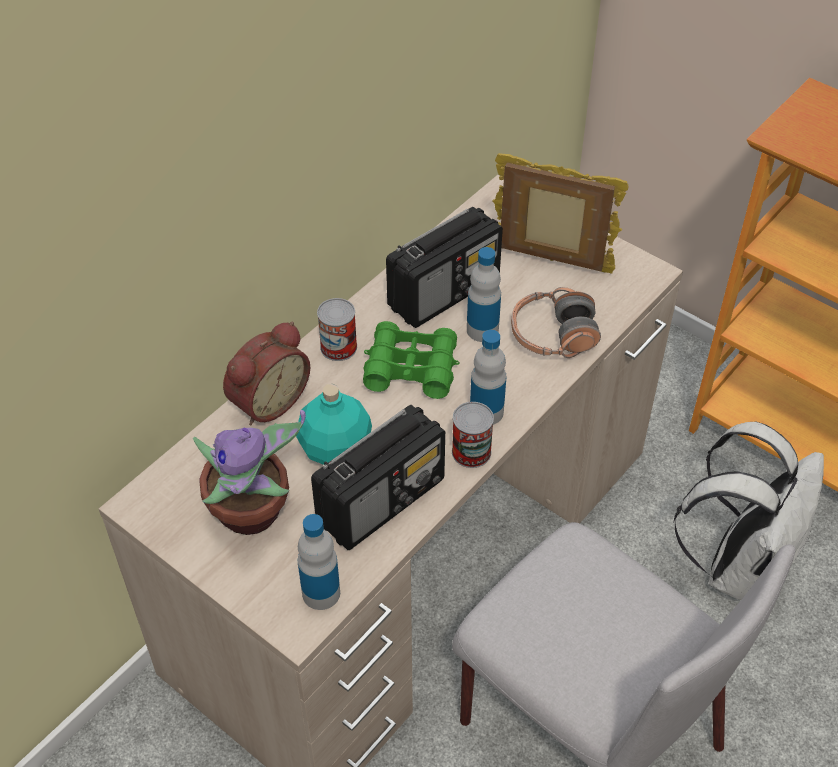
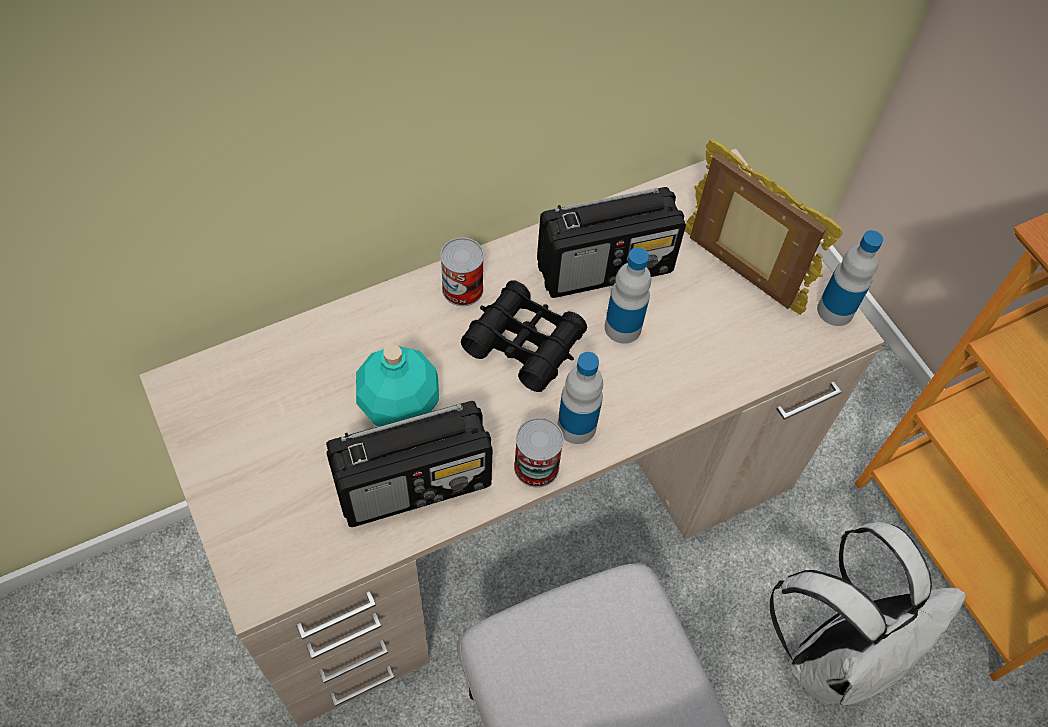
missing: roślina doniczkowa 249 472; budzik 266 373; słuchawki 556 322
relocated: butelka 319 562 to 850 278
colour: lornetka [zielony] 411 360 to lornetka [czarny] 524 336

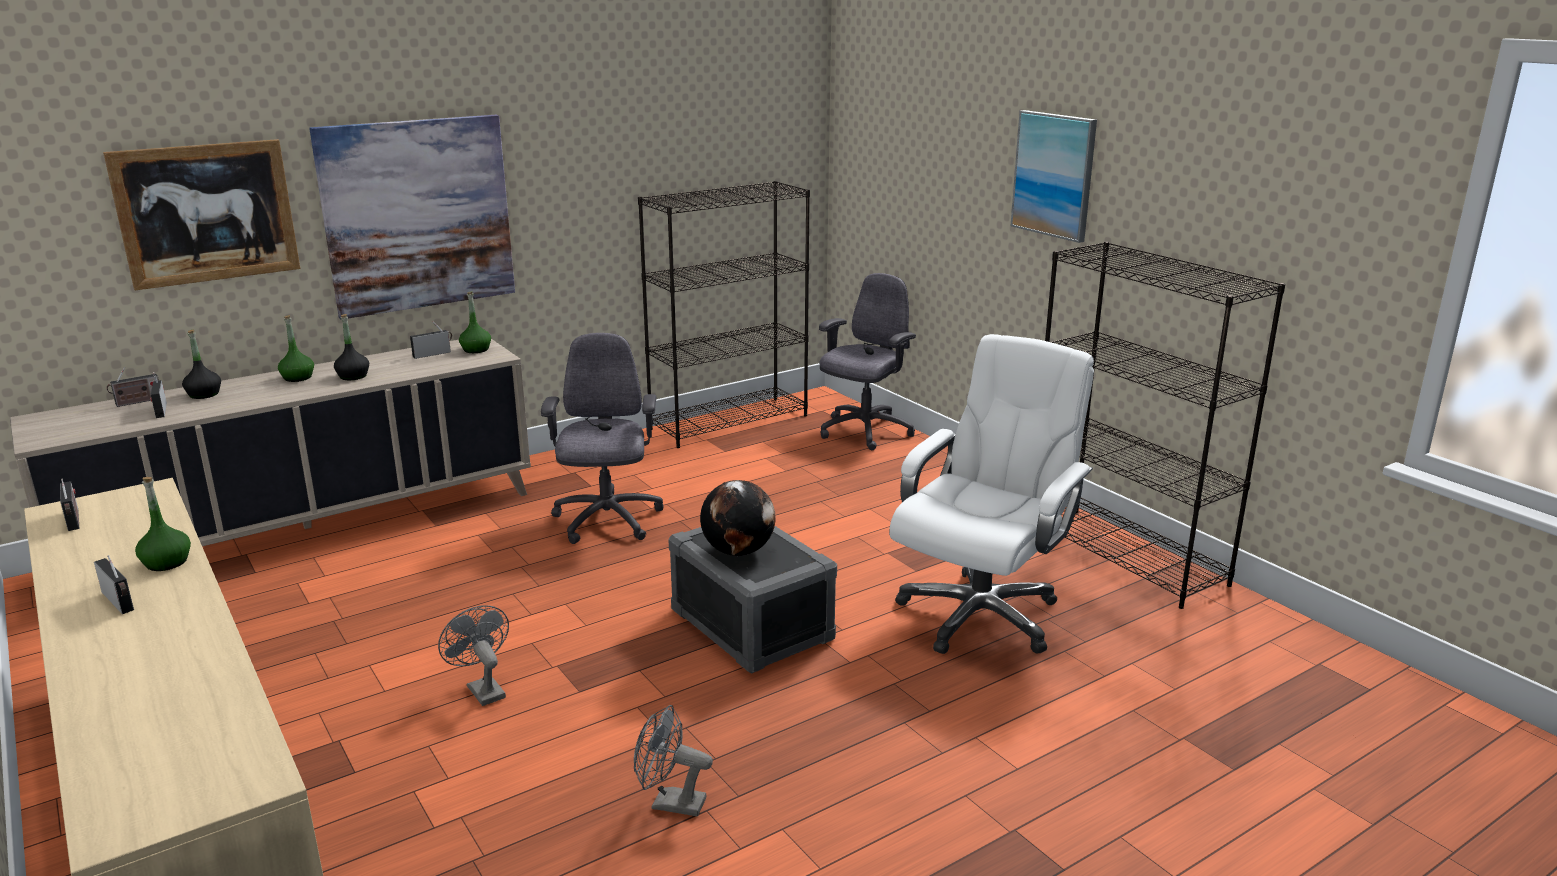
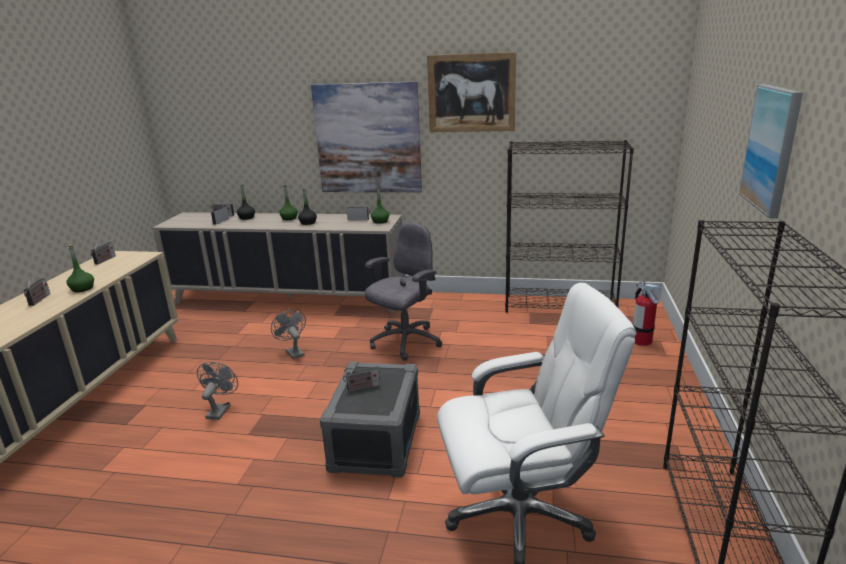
relocated: wentylator [szary] 673 761 to 288 334; obraz 201 214 to 471 92
exchanged: globus 737 518 to radio 361 377; krzesło biurowe [szary] 867 361 to gaśnica 646 313

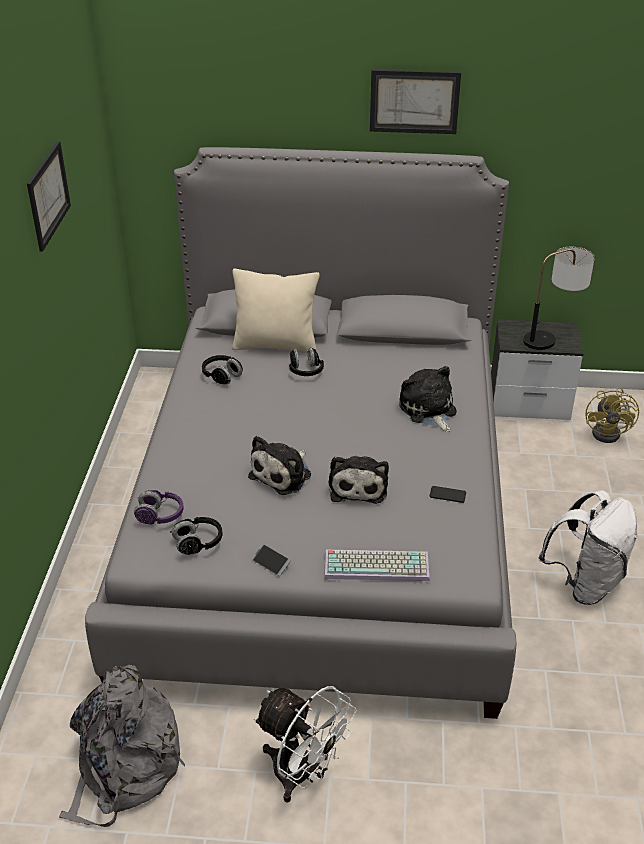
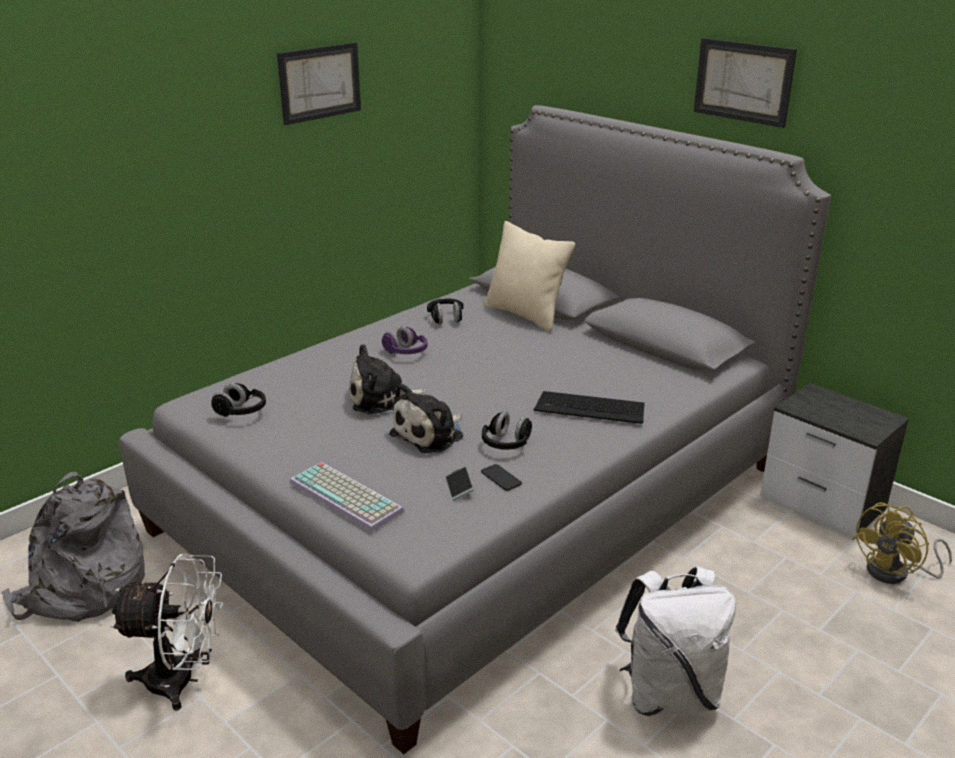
missing: lampa stołowa 559 298
relocated: słuchawki [fioletowy] 159 507 to 404 340; telefon 271 560 to 459 483; słuchawki [czarny] 306 361 to 507 430
exchanged: pluszak 428 399 to klawiatura 589 407
spun: wentylator [biały] 305 744 = 167 632 75 degrees counterclockwise

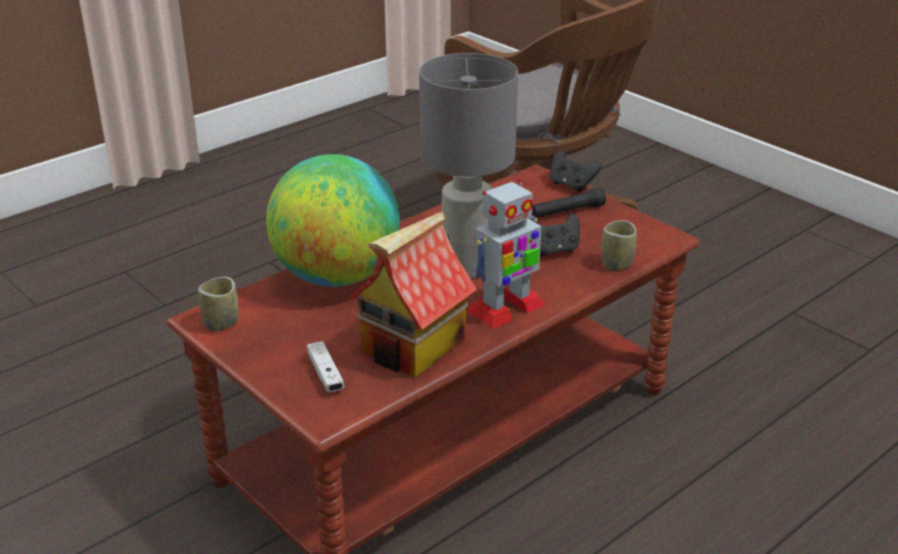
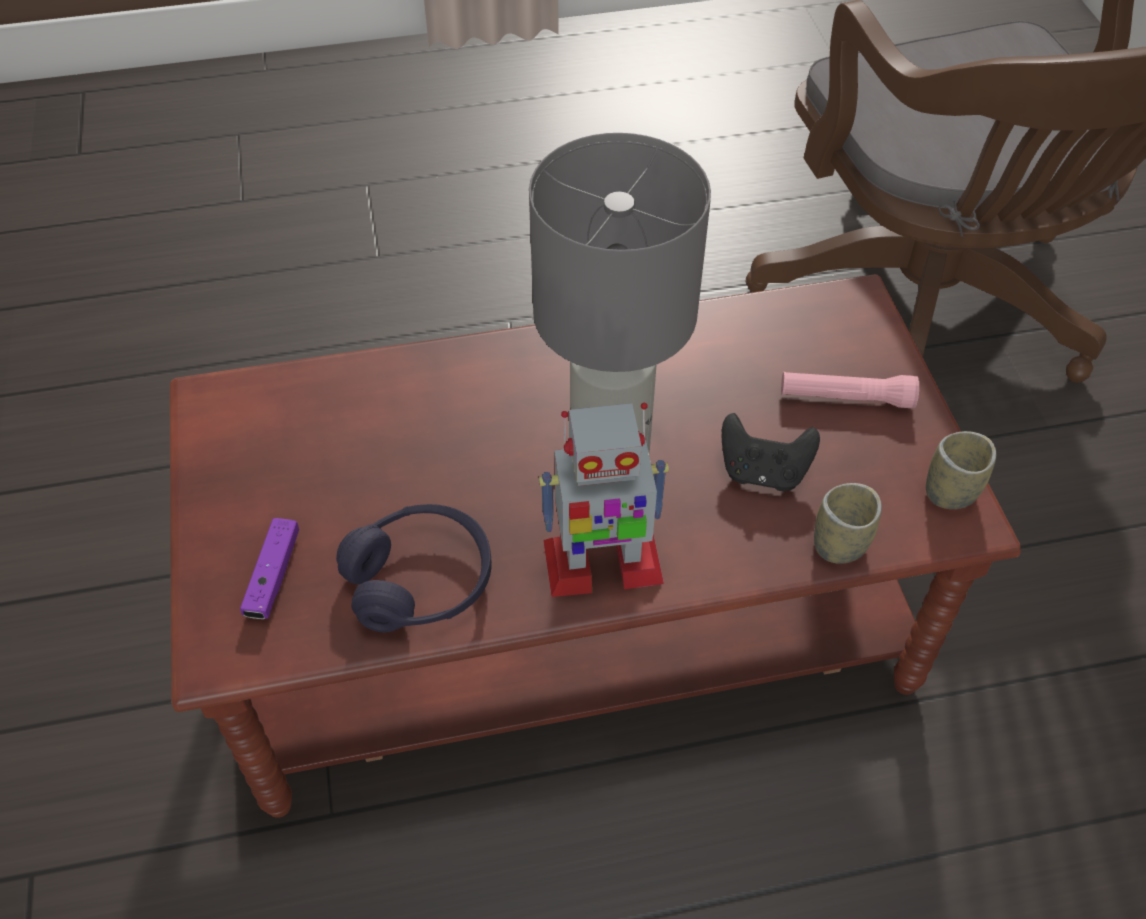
missing: globus 332 220; pad do gier [czarny] 576 171
relocated: filiżanka 218 304 to 961 470
exchanged: domek 413 294 to słuchawki [fioletowy] 414 568
colour: pad do gier [biały] 325 366 to pad do gier [fioletowy] 269 568; latarka [czarny] 569 202 to latarka [różowy] 850 390

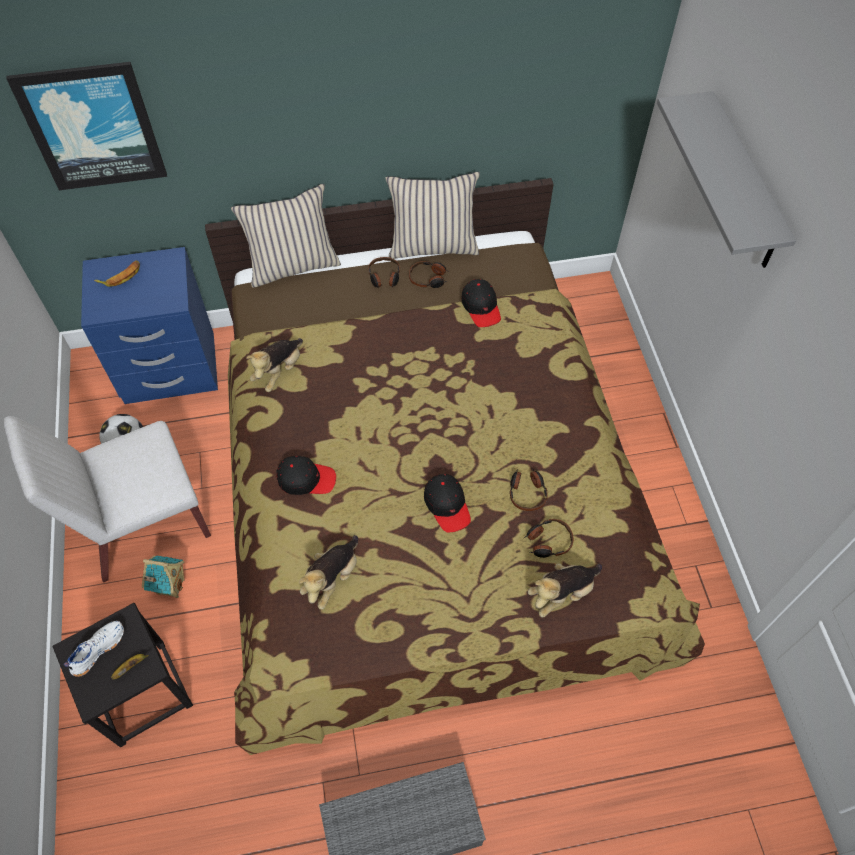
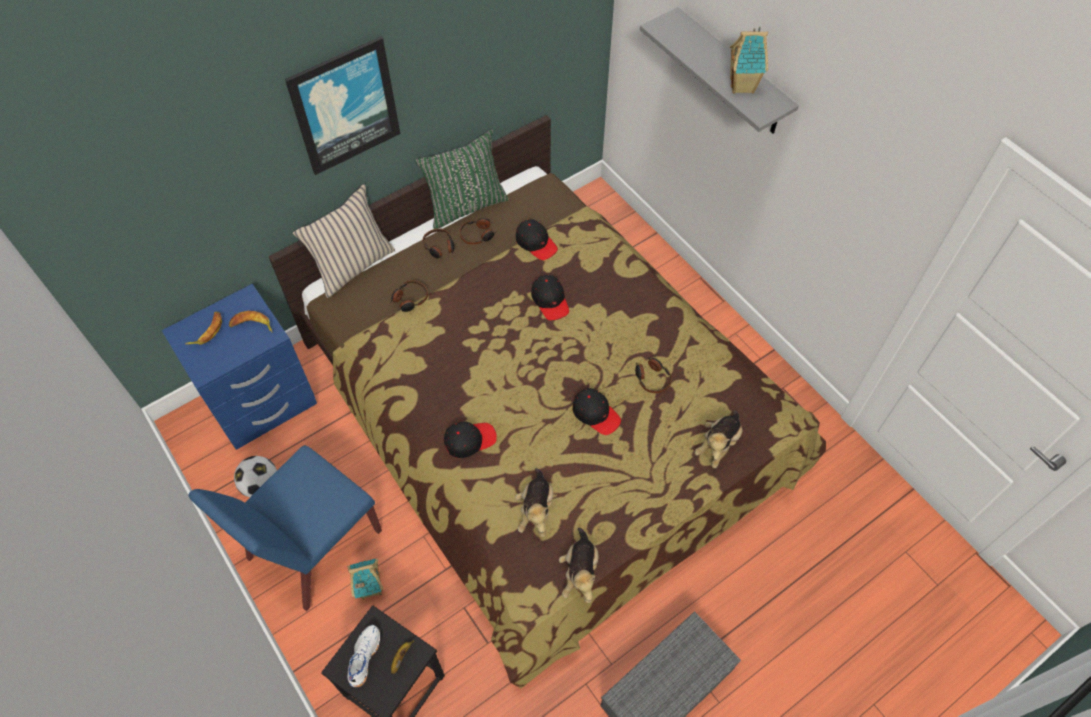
appeared: banan 250 321; czapka z daszkiem [czarny] 550 297; domek 749 60
relocated: obraz 86 126 to 342 105; słuchawki 549 538 to 409 296; pluszak 274 365 to 579 565
colour: krzesło [biały] 107 499 to krzesło [niebieski] 285 528; poduszka [beżowy] 432 215 to poduszka [zielony] 462 179

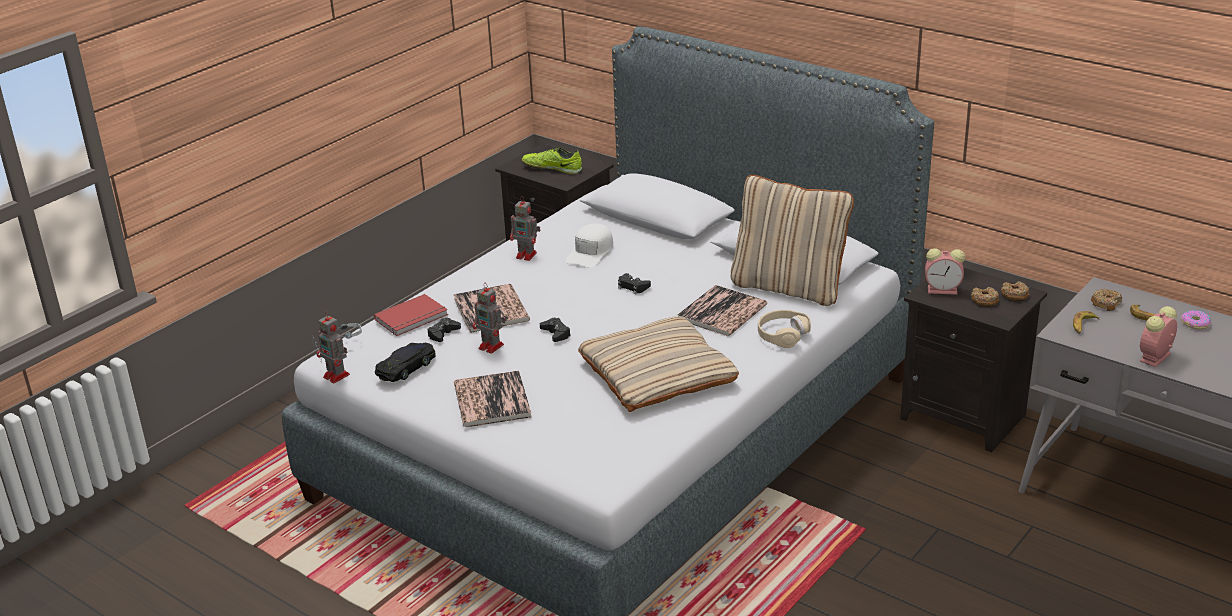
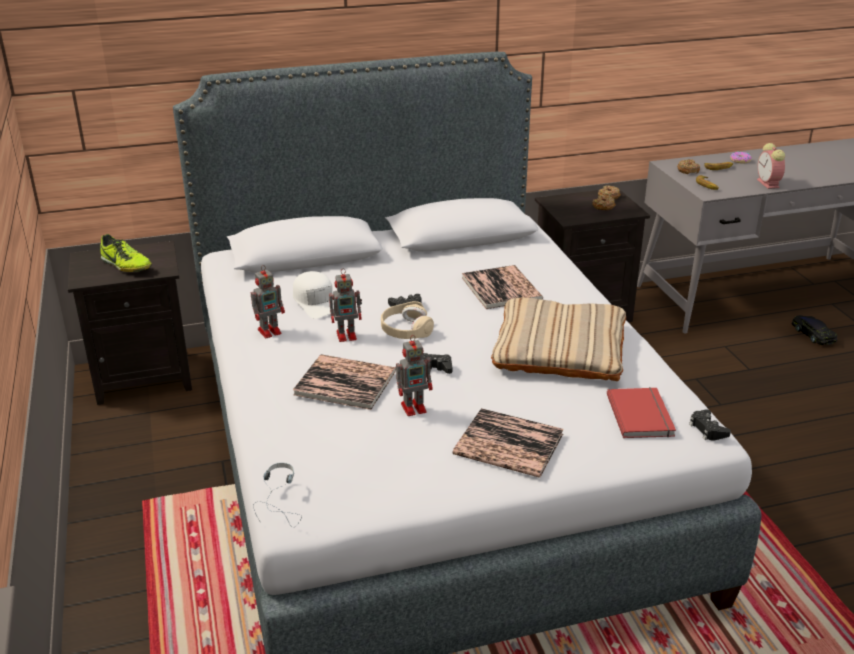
missing: poduszka [beżowy] 792 240; budzik 945 271
relocated: robot zabawkowy 333 347 to 345 305; słuchawki [beżowy] 784 329 to 407 320; książka [czerwony] 411 315 to 641 412; pad do gier [czarny] 444 330 to 710 425; samochodzik [czarny] 405 362 to 815 330
spun: but 552 160 = 126 253 105 degrees counterclockwise

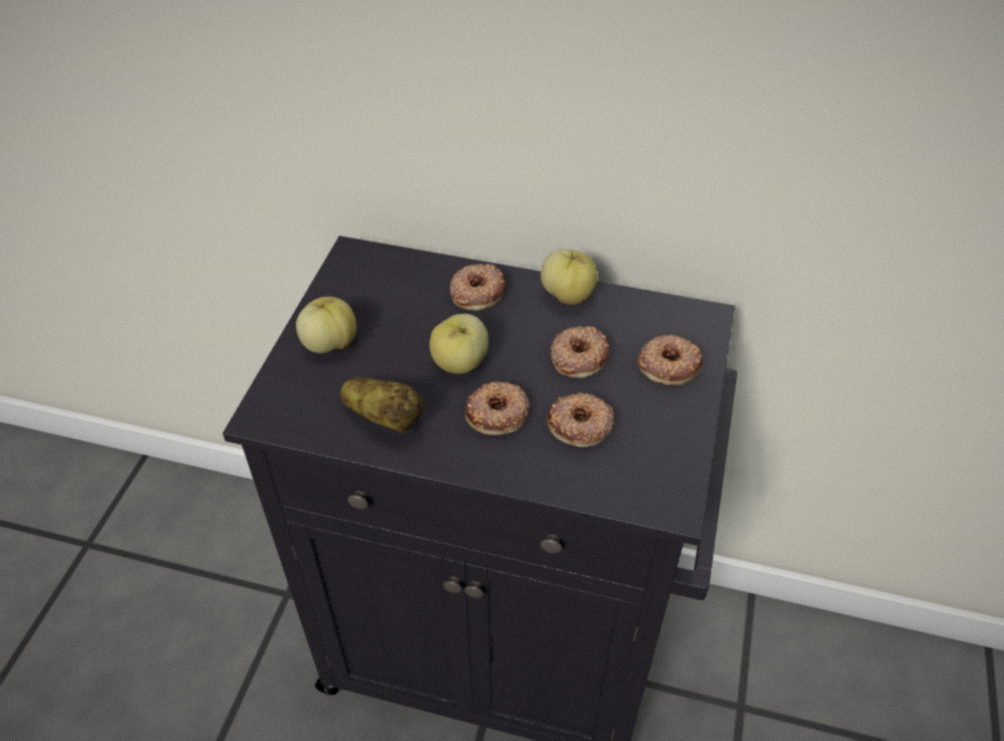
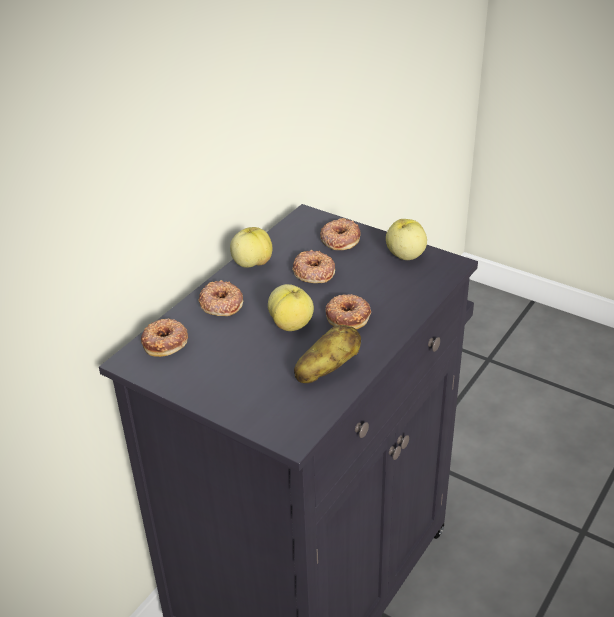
relocated: donut 581 420 to 164 337; jabłko 326 325 to 406 239

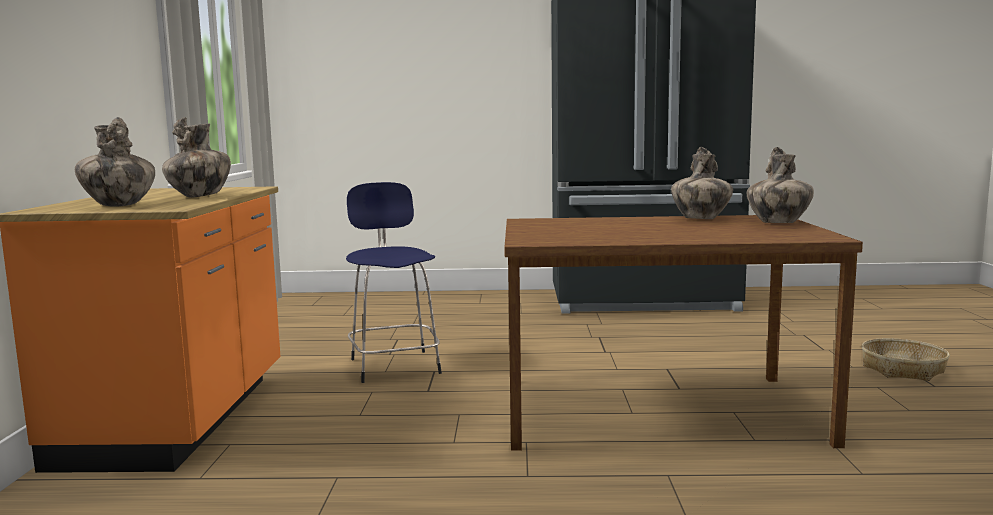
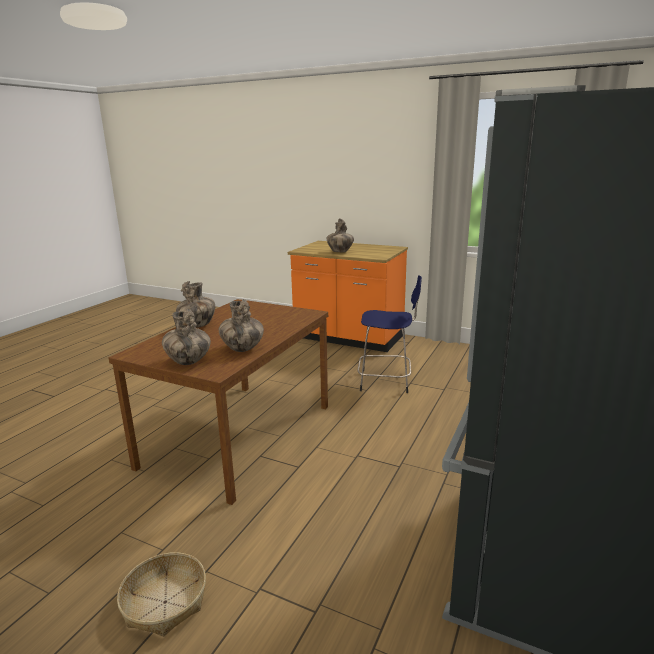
relocated: wazon 115 162 to 195 304

